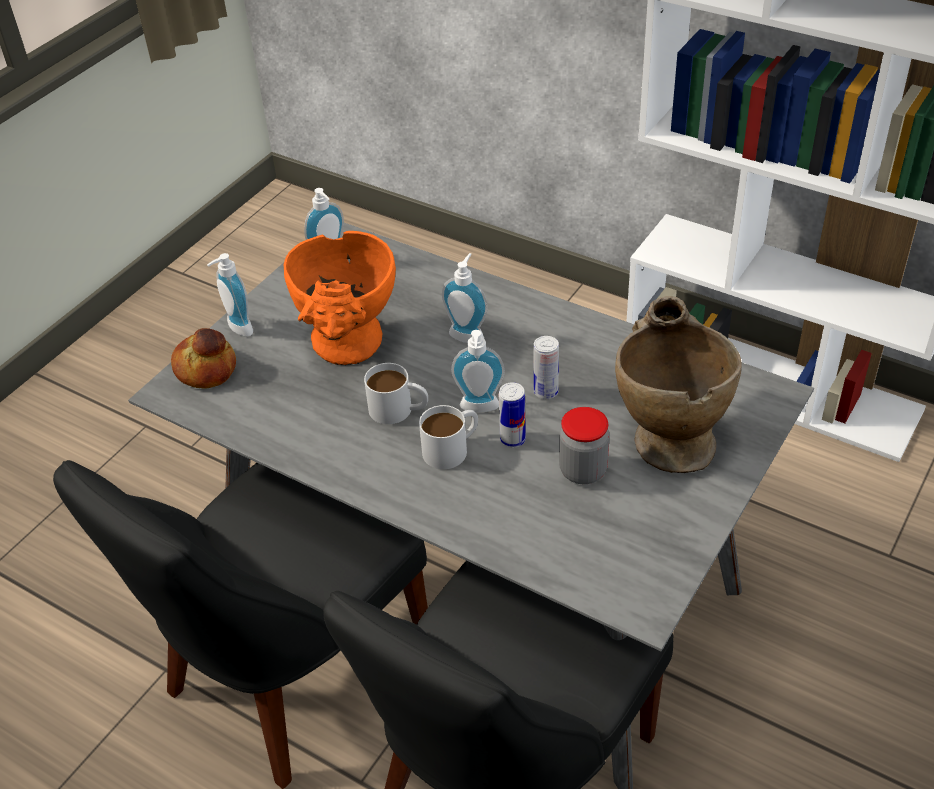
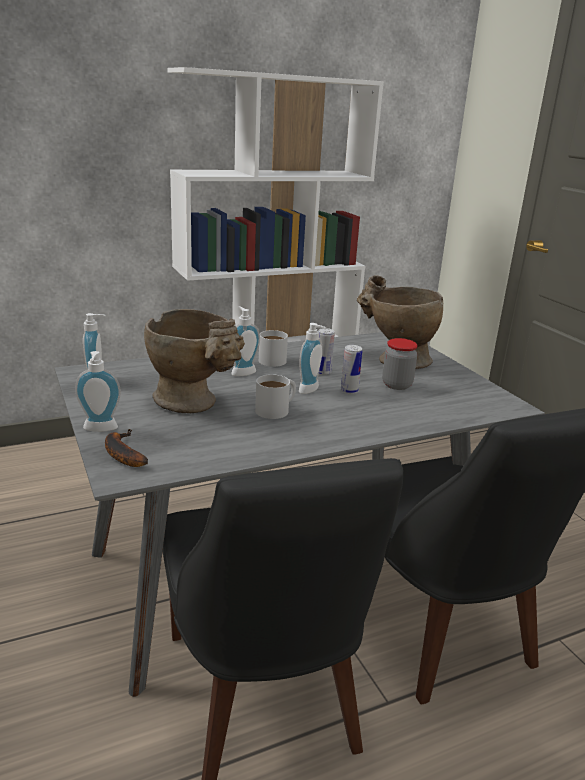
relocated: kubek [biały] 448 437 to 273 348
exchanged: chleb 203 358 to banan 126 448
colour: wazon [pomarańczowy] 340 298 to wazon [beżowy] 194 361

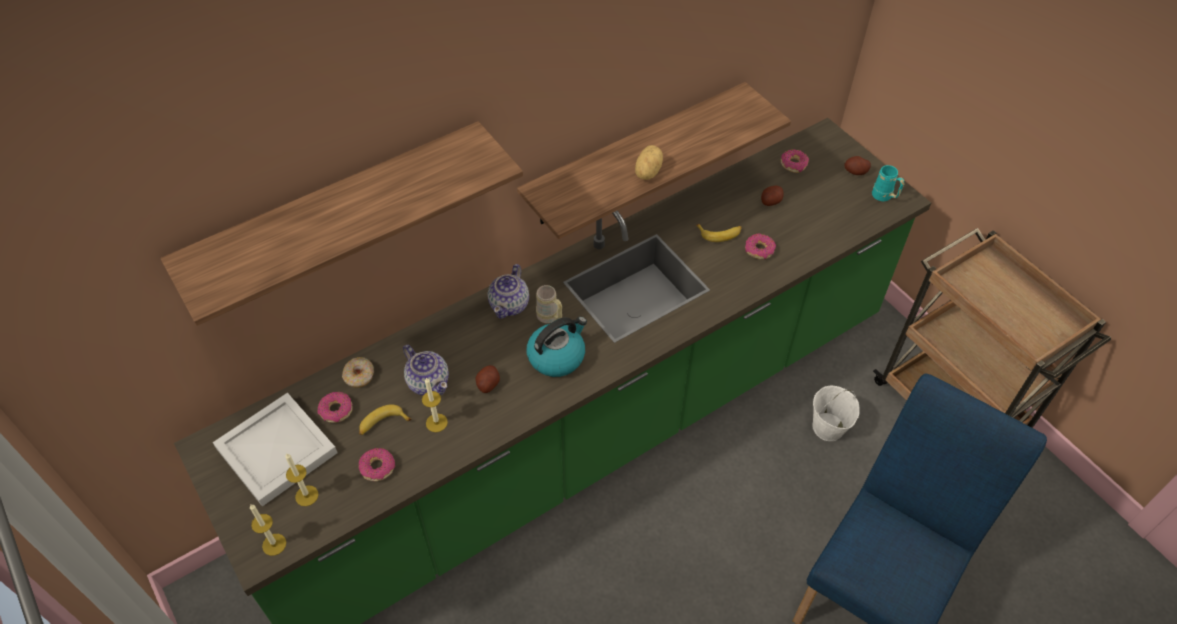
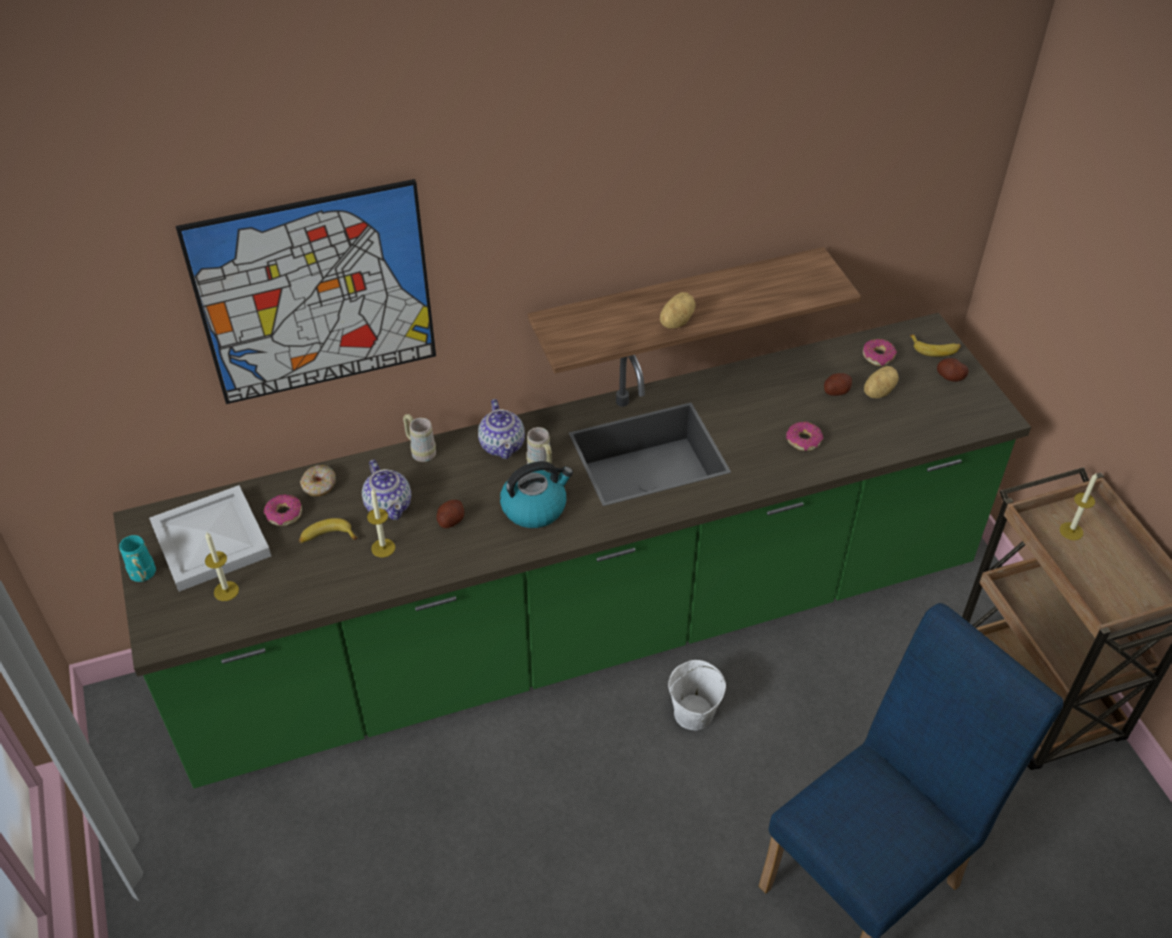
missing: donut 377 464
appeared: kubek [beżowy] 419 438; ziemniak 881 382
relocated: kubek [turkusowy] 888 183 to 137 558; wiadro [biały] 836 413 to 697 695; banan 719 233 to 935 345; świeca 268 530 to 1078 506
exchanged: półka 341 223 to obraz 306 291
spun: imbryk 508 291 = 501 429 45 degrees counterclockwise

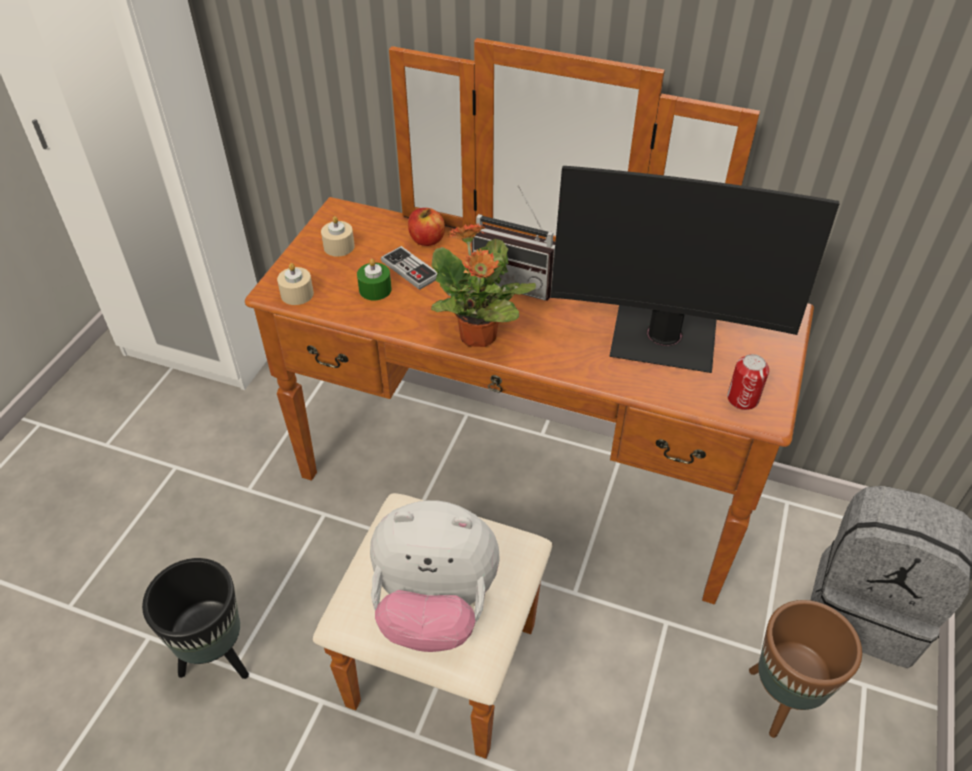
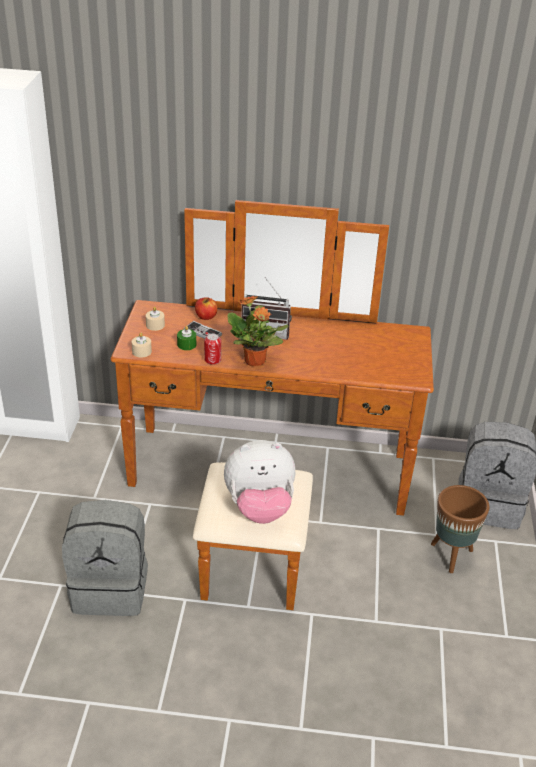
missing: monitor 695 269
relocated: puszka 748 382 to 212 349
exchanged: donica [czarny] 195 618 to plecak [szary] 105 558

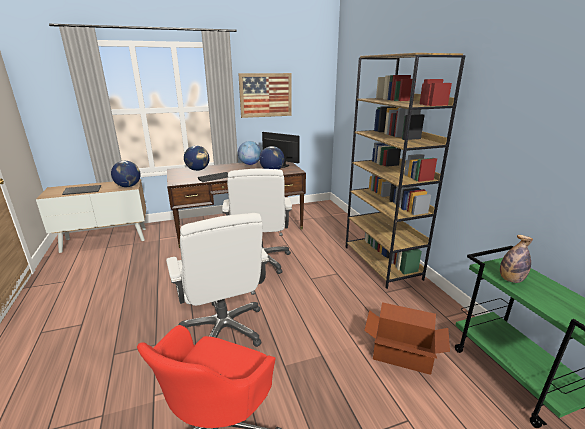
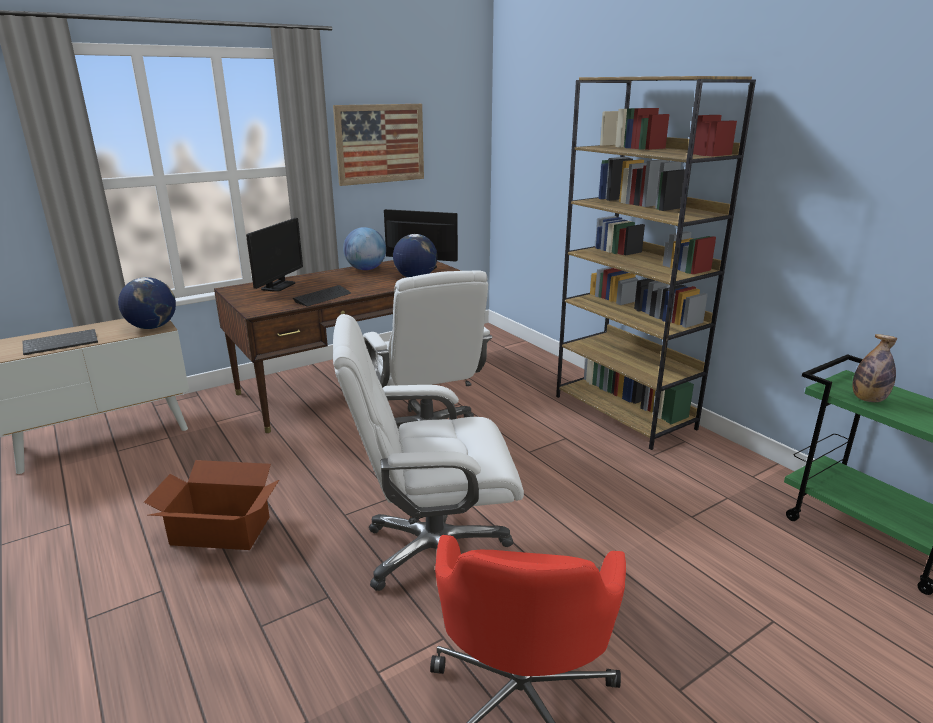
relocated: karton 407 338 to 211 505
exchanged: globus 196 158 to monitor 274 255
spun: krzesło biurowe [biały] 218 280 = 428 452 120 degrees clockwise

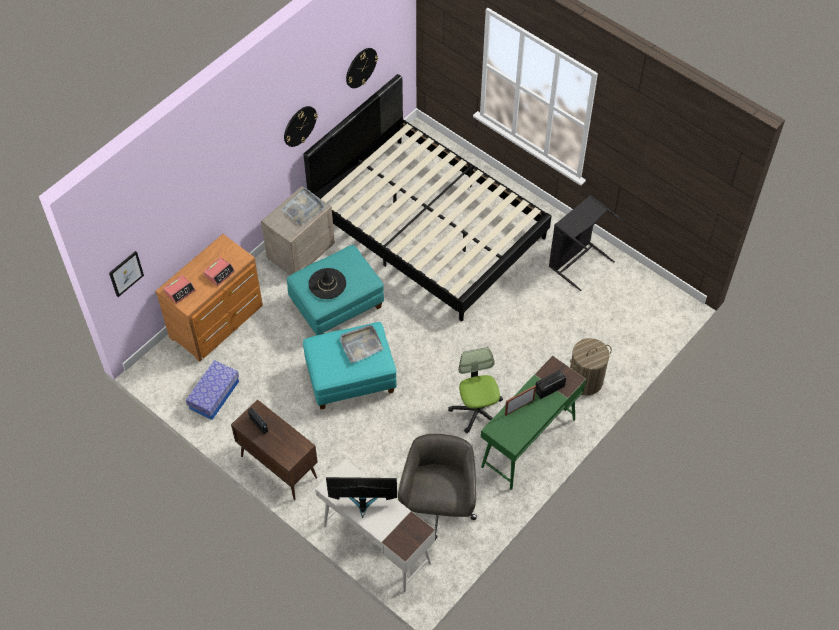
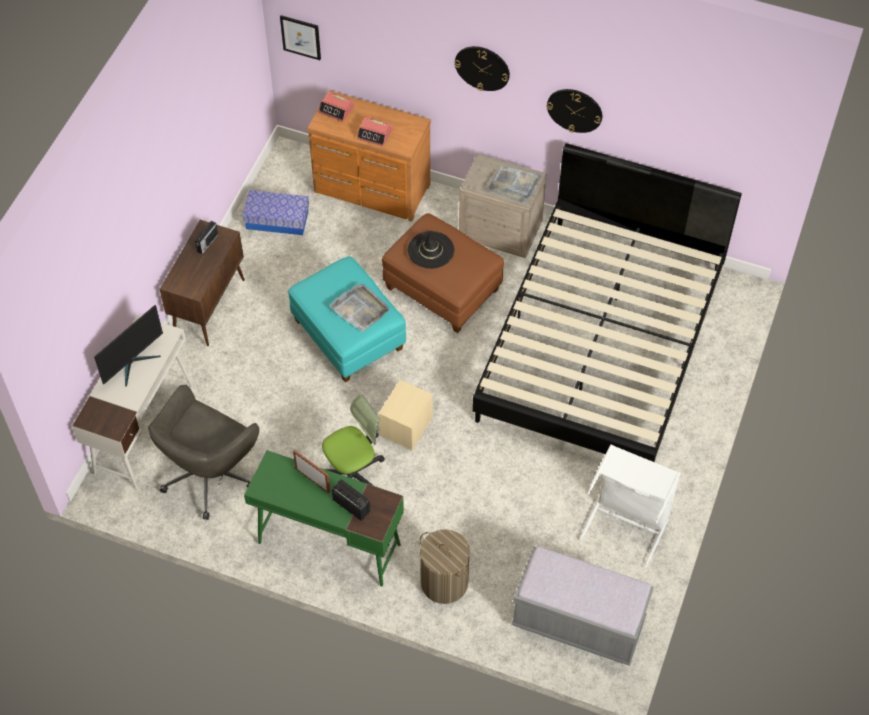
appeared: pojemnik do przechowywania [beżowy] 405 415; ławka [szary] 582 606
relocated: zegar ścienny 362 68 to 482 68
colour: pufa [turkusowy] 335 290 to pufa [brązowy] 443 273; kosz na pranie [czarny] 586 243 to kosz na pranie [biały] 630 506
spun: monitor 361 497 = 128 346 60 degrees clockwise; krzesło biurowe [szary] 437 487 = 203 452 135 degrees clockwise

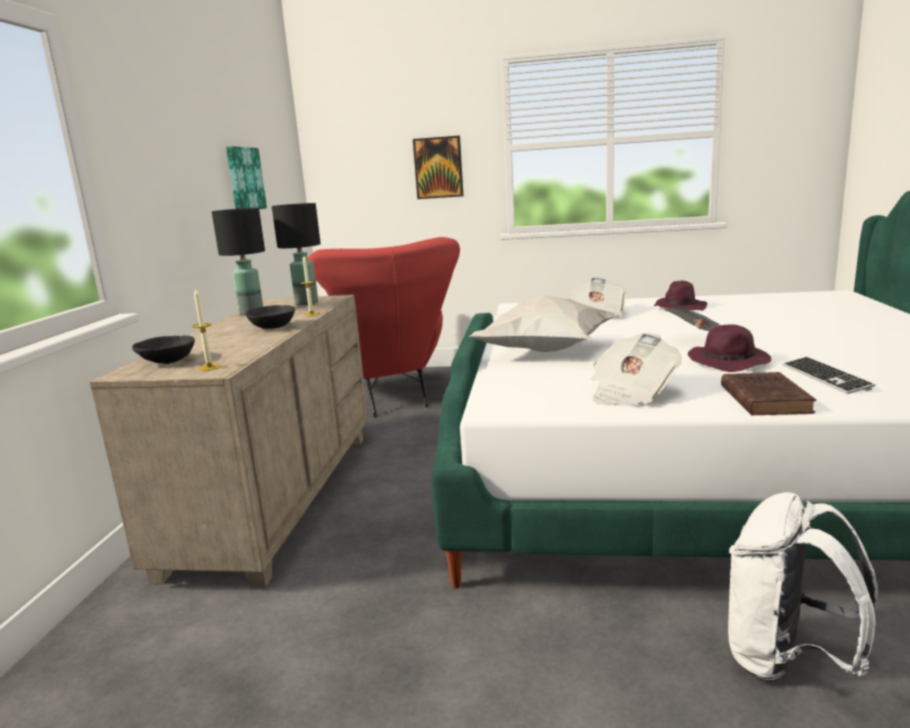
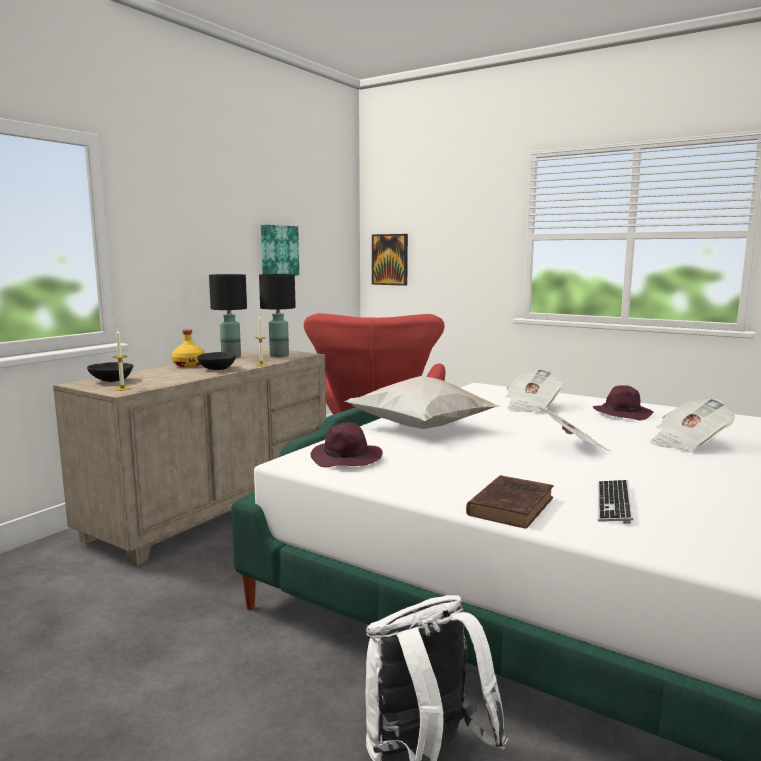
appeared: butelka [żółty] 188 348
relocated: kapelusz [fioletowy] 729 348 to 347 444; obraz 438 167 to 390 260; gazeta 636 369 to 692 424

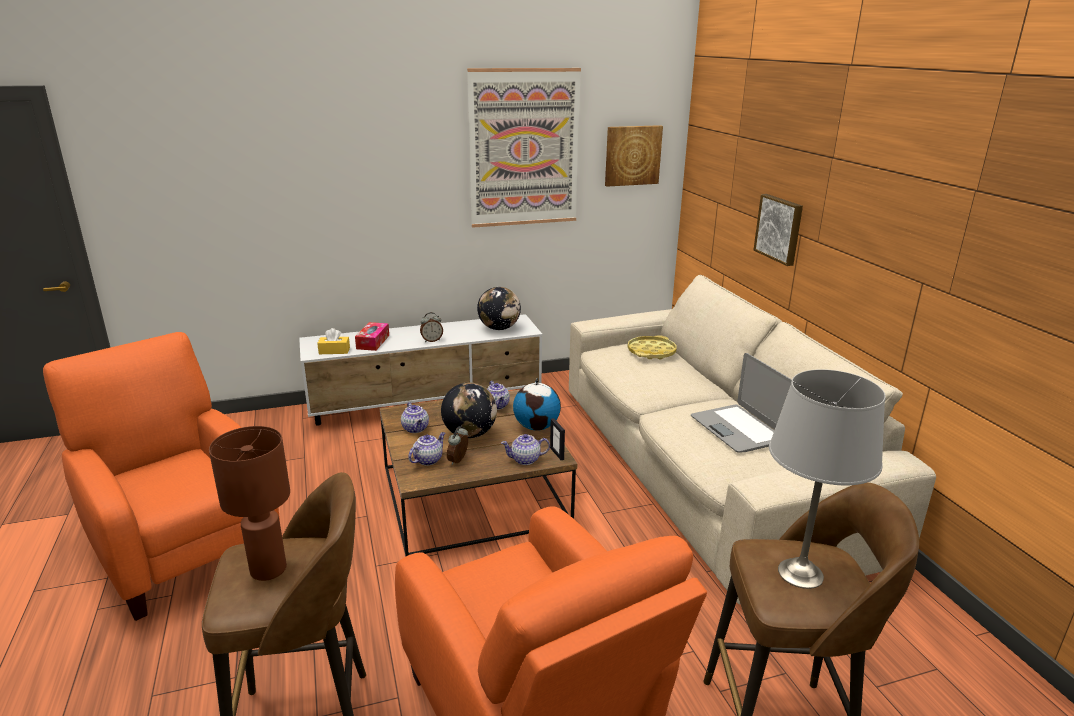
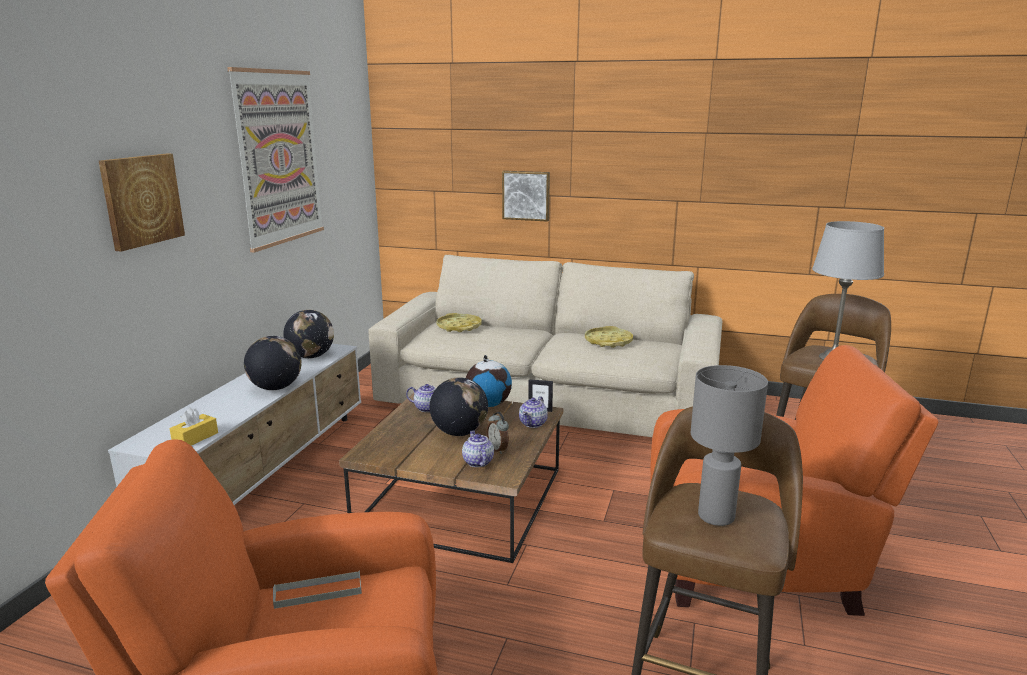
missing: pudełko chusteczek 372 336; imbryk 415 417
appeared: taca [szary] 317 589
relocated: obraz 634 156 to 142 202
exchanged: budzik 431 327 to globus 273 363; laptop 741 403 to taca [żółty] 609 337
colour: lampa stołowa [brązowy] 249 503 to lampa stołowa [szary] 729 445

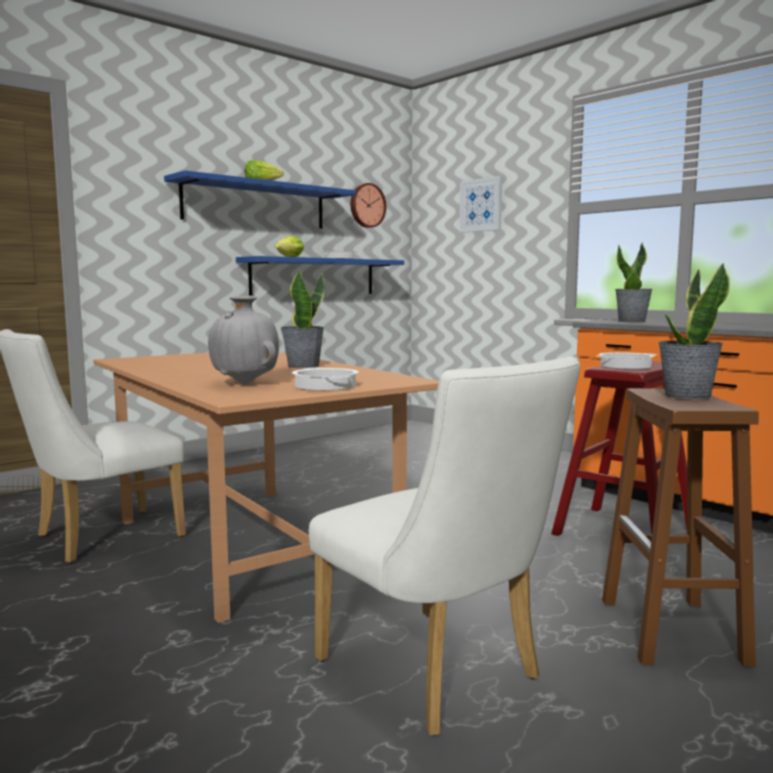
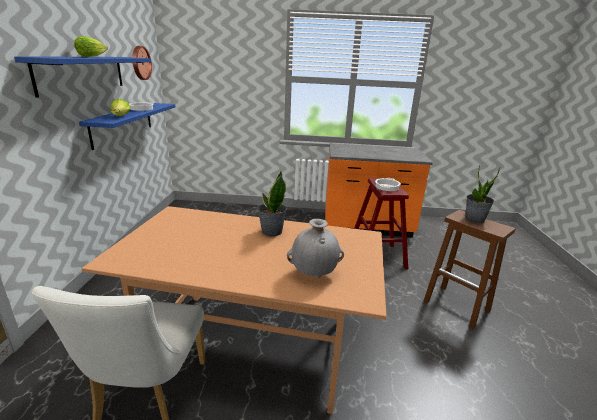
missing: garnek 325 379; krzesło [biały] 444 546; obraz 480 204; roślina doniczkowa 634 282

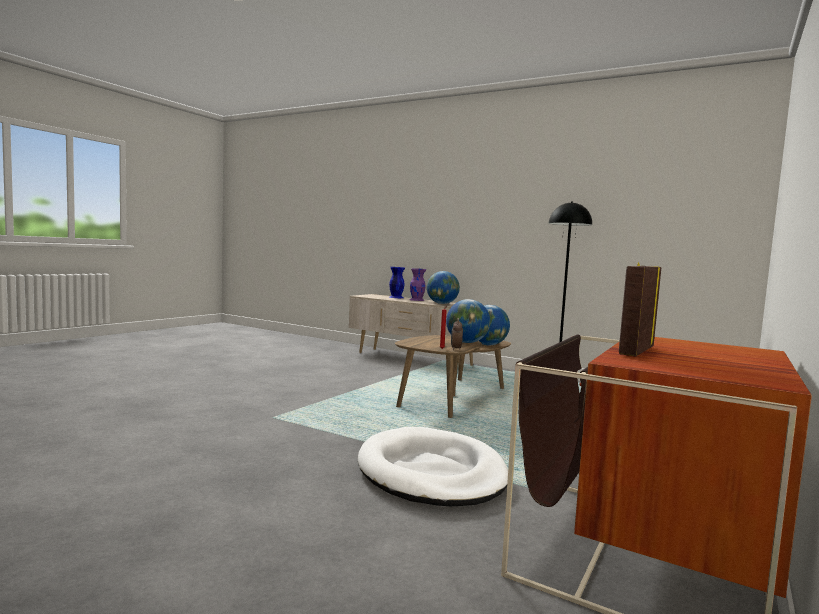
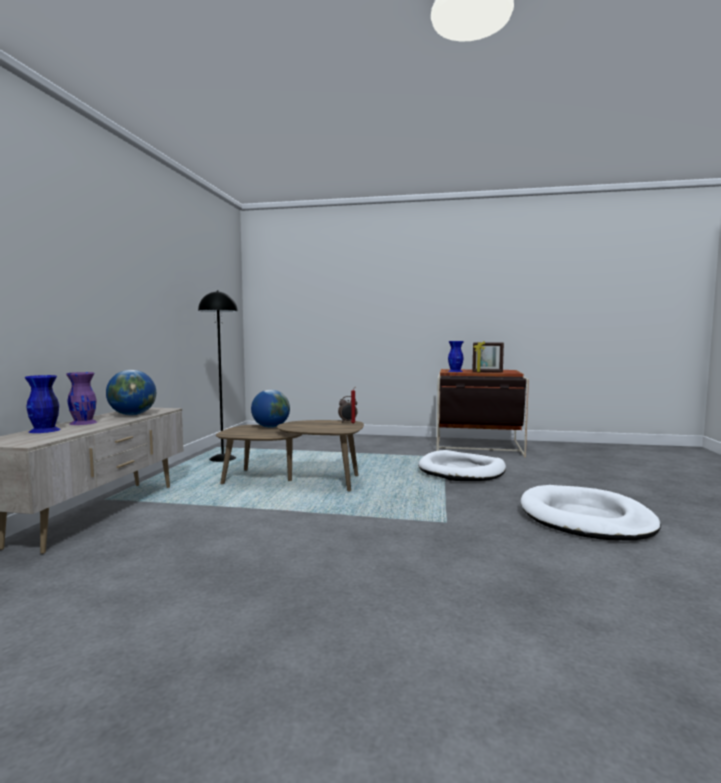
missing: globus 468 321
appeared: wazon [niebieski] 456 356; legowisko [biały] 591 512

